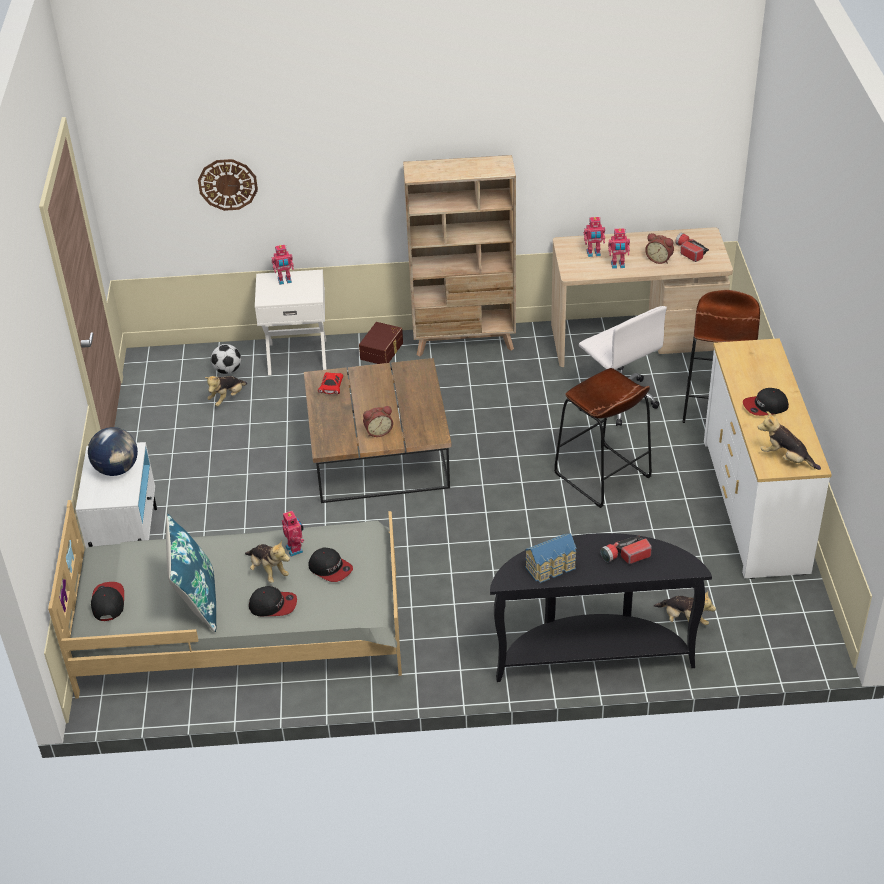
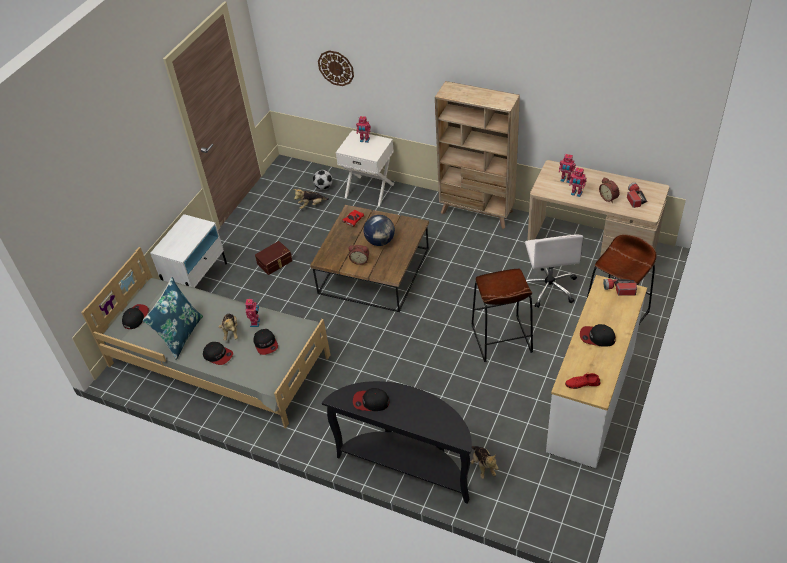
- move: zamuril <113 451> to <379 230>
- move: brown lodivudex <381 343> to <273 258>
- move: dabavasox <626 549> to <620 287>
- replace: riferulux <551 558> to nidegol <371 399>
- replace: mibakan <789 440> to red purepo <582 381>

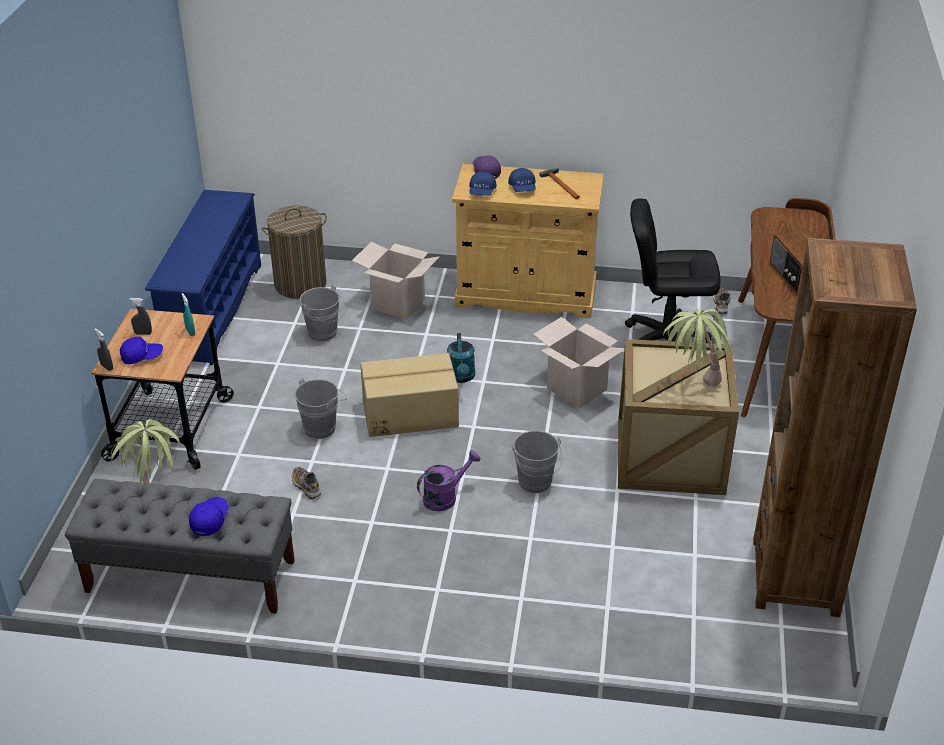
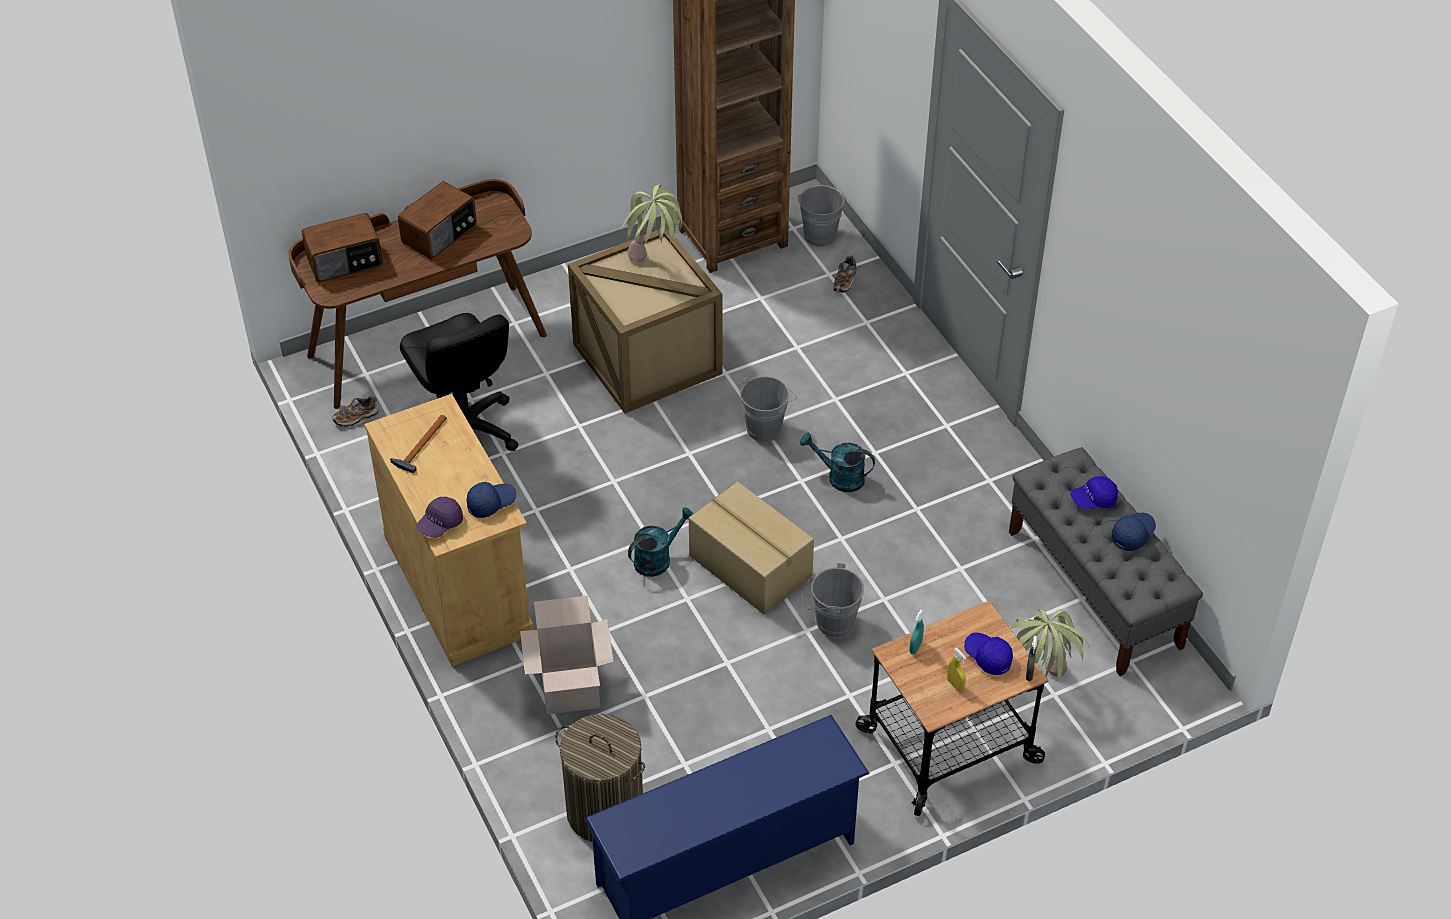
- delete: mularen <578 362>
- insert: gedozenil <342 247>
- move: purepo <306 483> to <845 274>
- move: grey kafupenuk <323 313> to <821 216>
- move: blue nidegol <522 180> to <1134 532>
- recolor: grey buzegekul <140 316> to yellow buzegekul <956 670>
- recolor: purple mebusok <449 480> to turquoise mebusok <837 462>

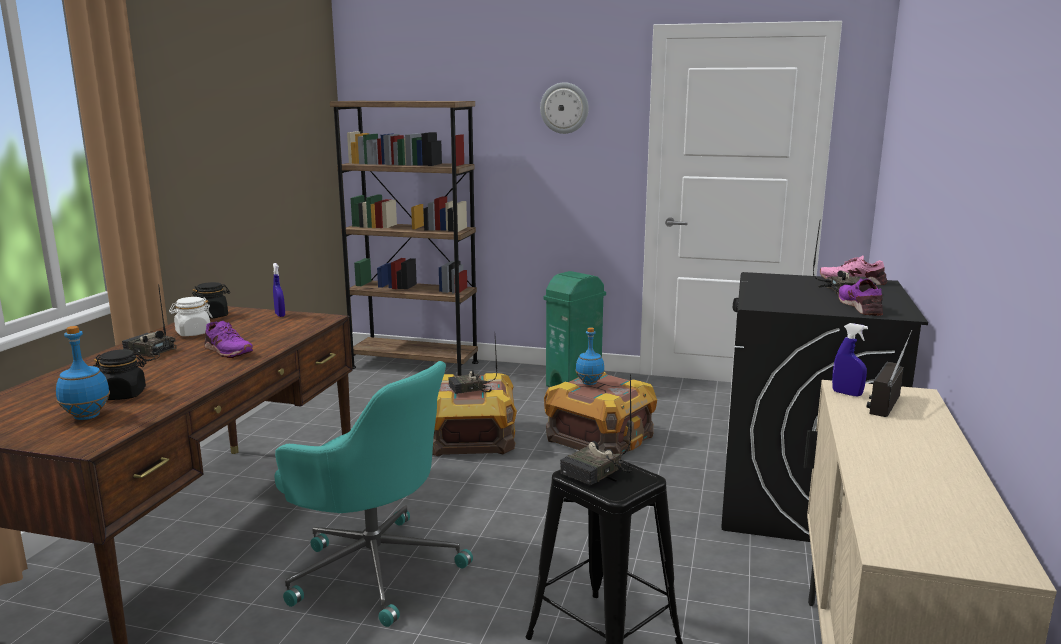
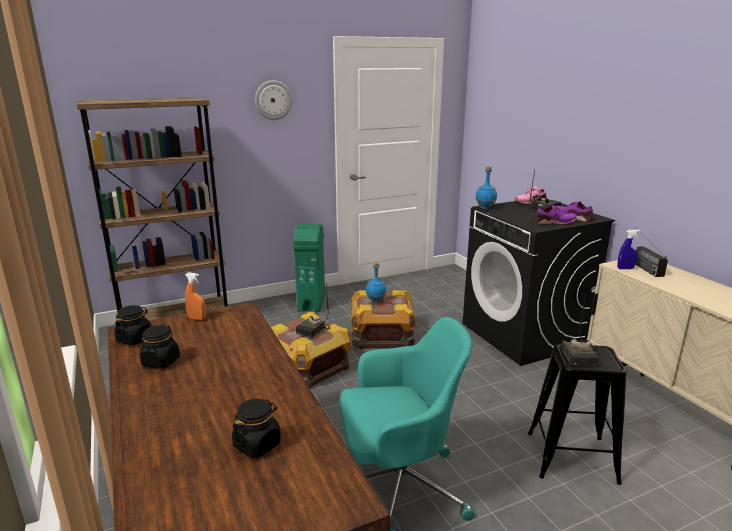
- delete: gedozenil <149 322>
- move: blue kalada <83 373> to <486 187>
- move: purple purepo <229 339> to <554 215>
- recolor: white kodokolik <191 316> to black kodokolik <160 346>
- recolor: blue buzegekul <279 290> to orange buzegekul <195 296>

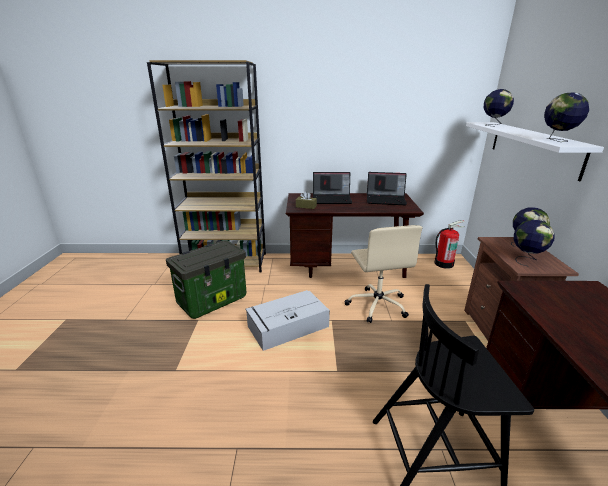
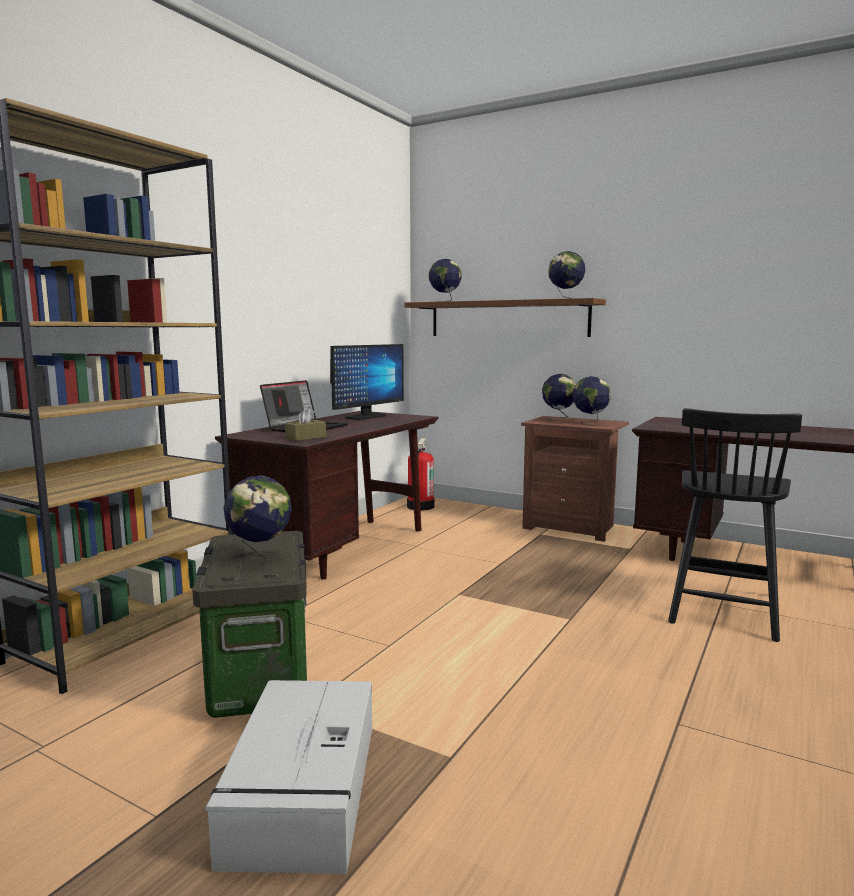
- delete: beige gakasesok <383 274>
- insert: zamuril <257 519>
- move: grey lodivudex <288 320> to <288 777>
- replace: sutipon <387 188> to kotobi <367 382>
- recolor: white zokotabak <535 151> to brown zokotabak <505 317>

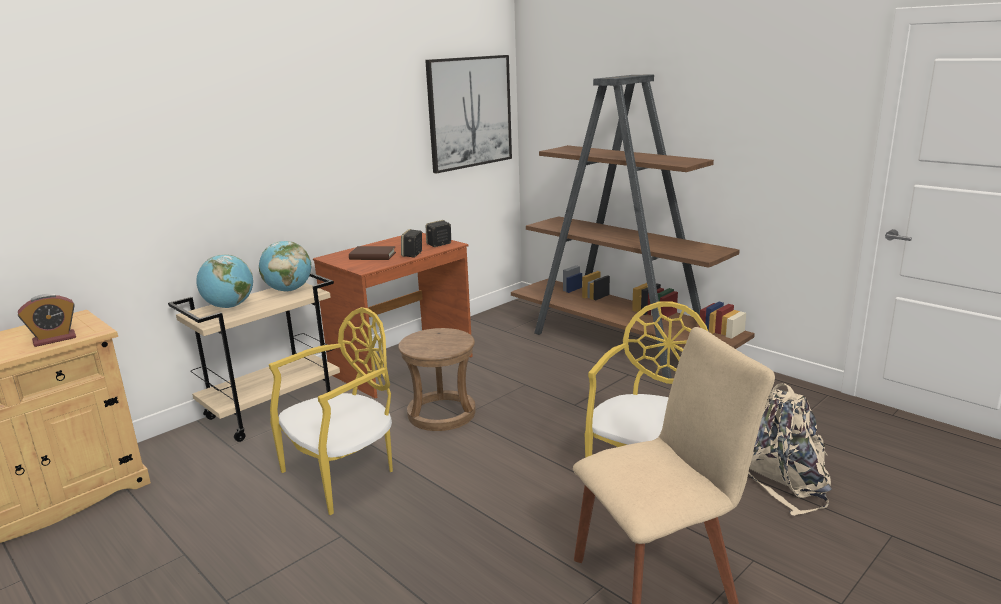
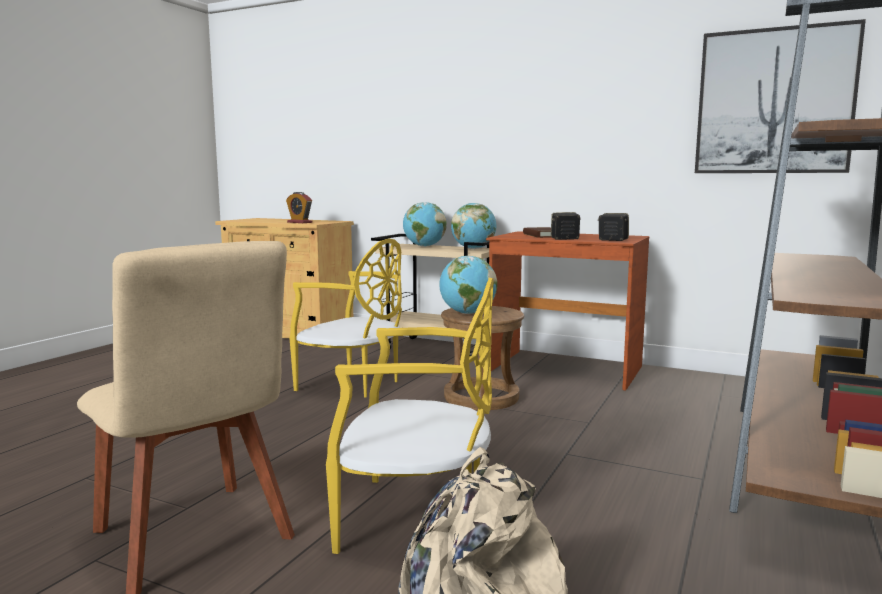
- insert: zamuril <468 285>

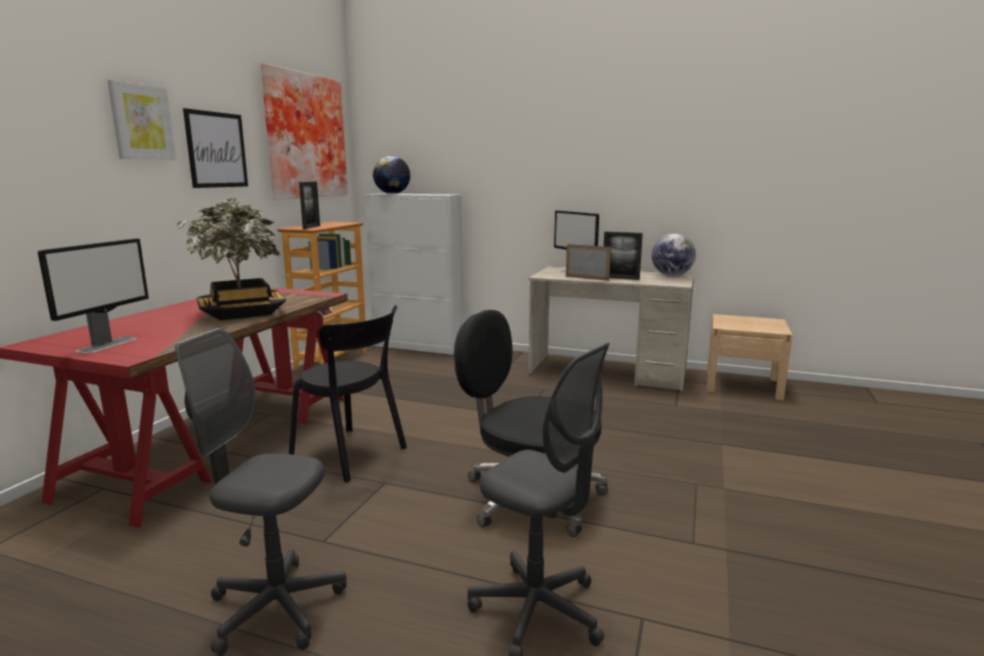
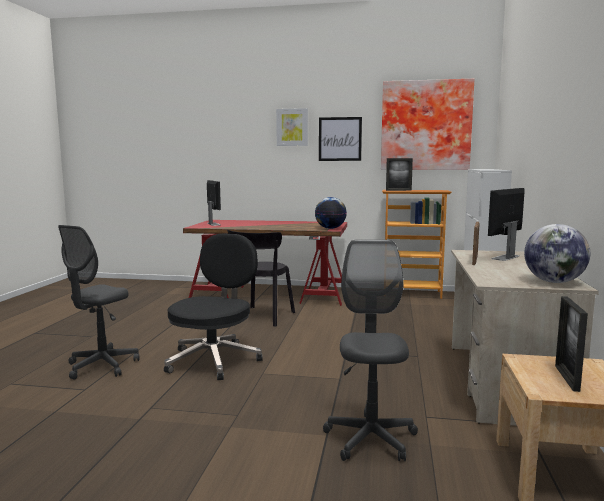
- delete: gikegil <231 259>
- move: grey gakasesok <261 492> to <370 350>
- move: zamuril <391 175> to <331 213>
- move: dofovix <623 256> to <571 344>
- rotate: kotobi <93 296> = <214 203> 120 degrees counterclockwise

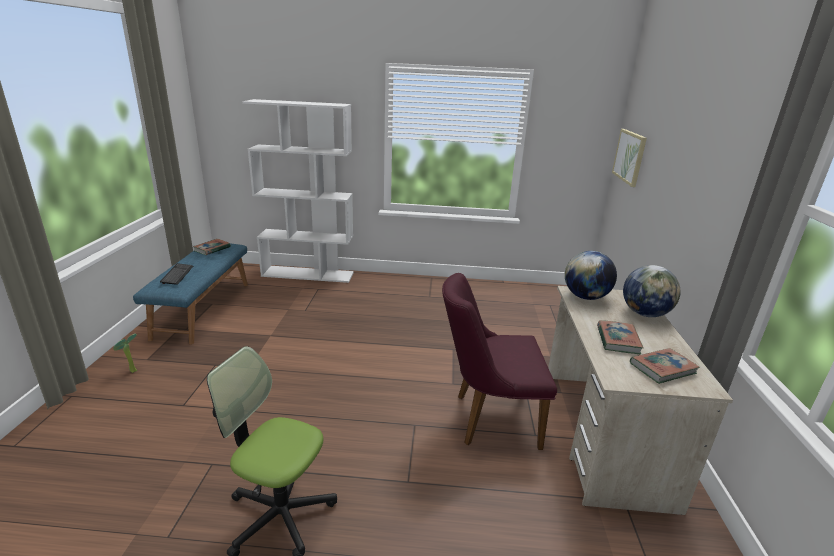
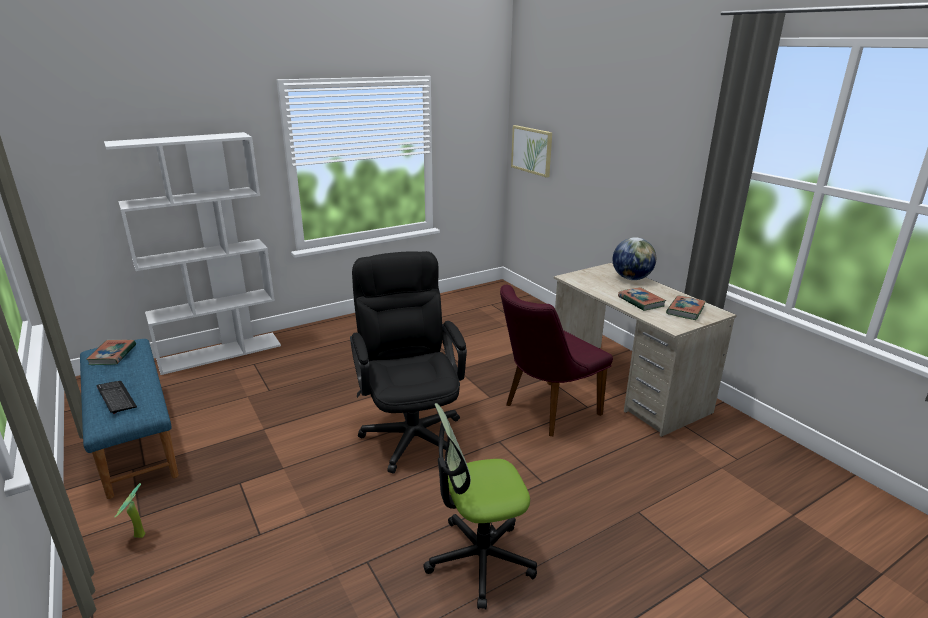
- delete: zamuril <591 275>
- insert: black gakasesok <408 362>

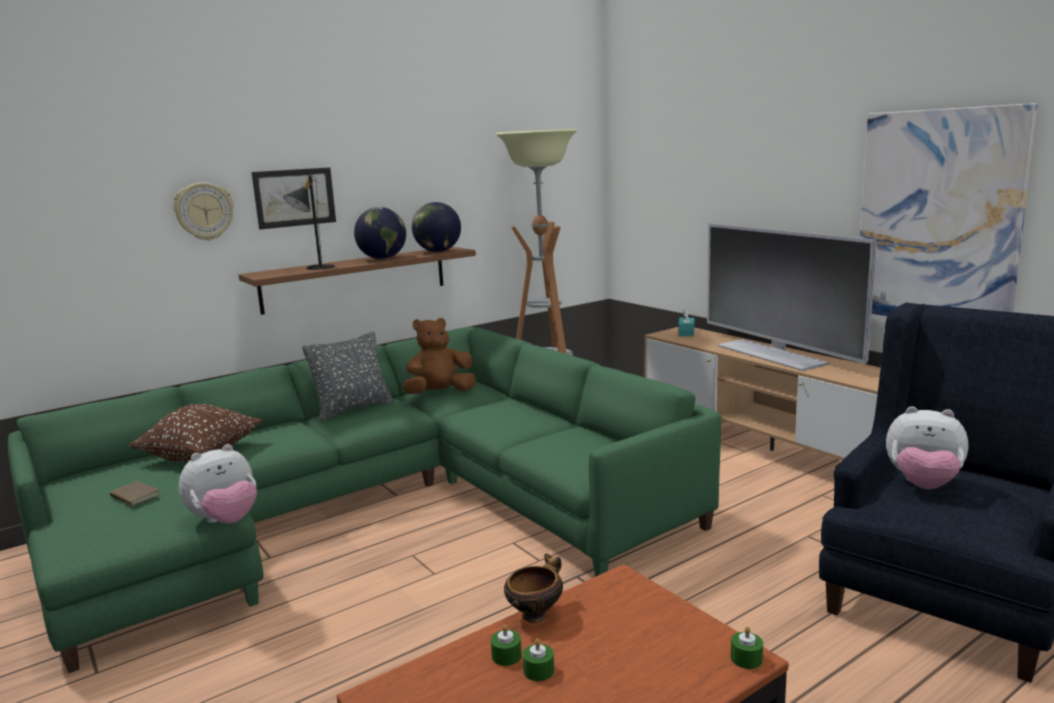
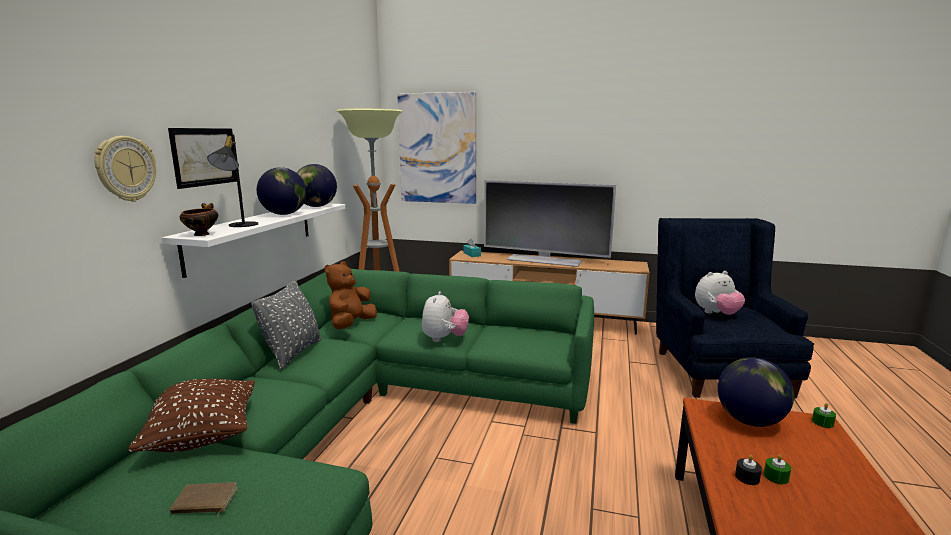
- insert: zamuril <756 392>
- move: mibakan <218 484> to <445 316>
- move: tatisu <533 588> to <199 219>
- move: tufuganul <949 209> to <436 148>
- recolor: brown zokotabak <357 281> to white zokotabak <253 240>
- recolor: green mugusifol <506 645> to black mugusifol <748 470>

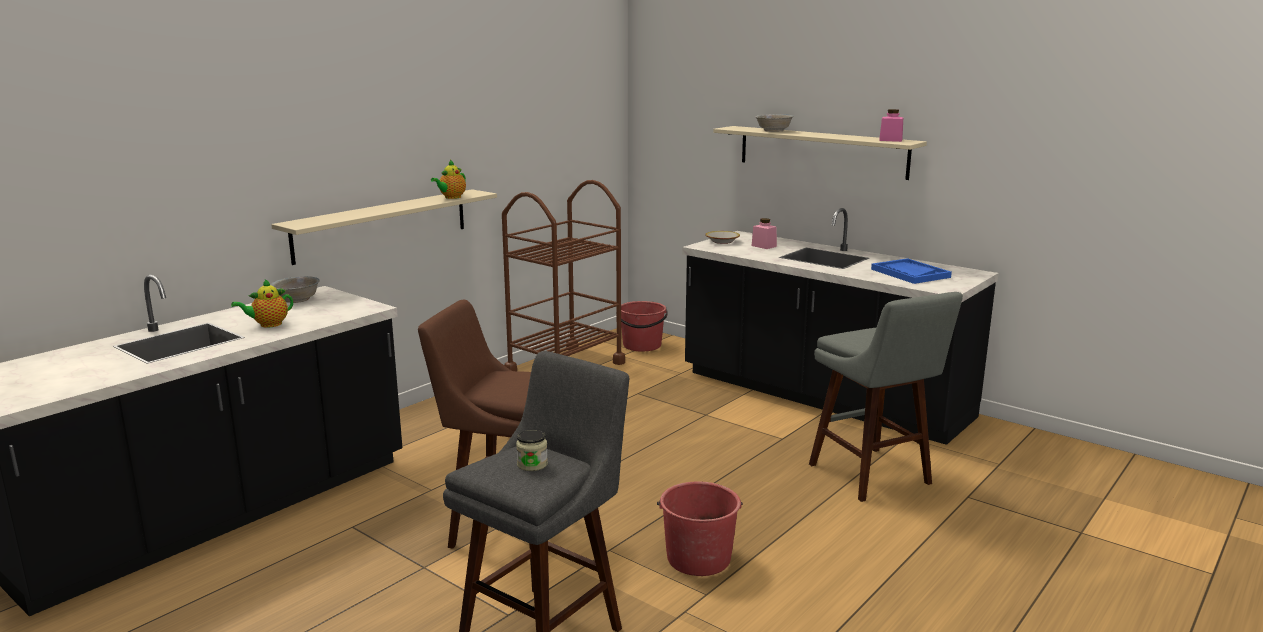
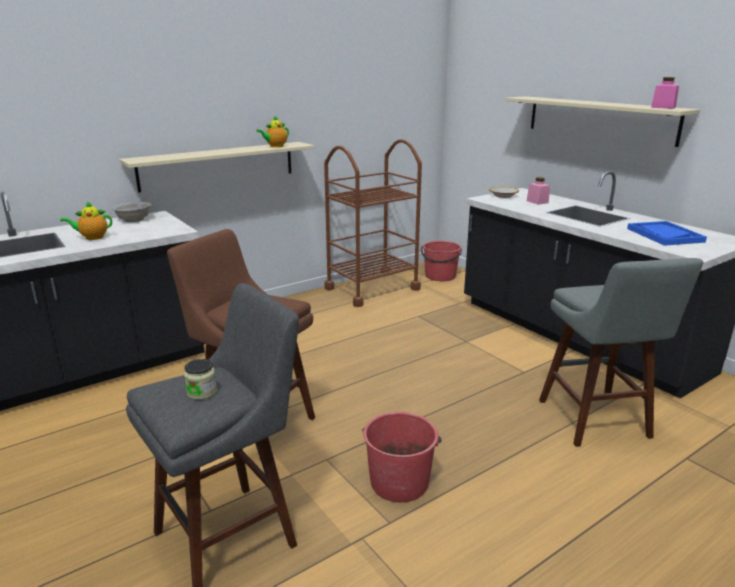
- delete: white tatisu <775 123>

